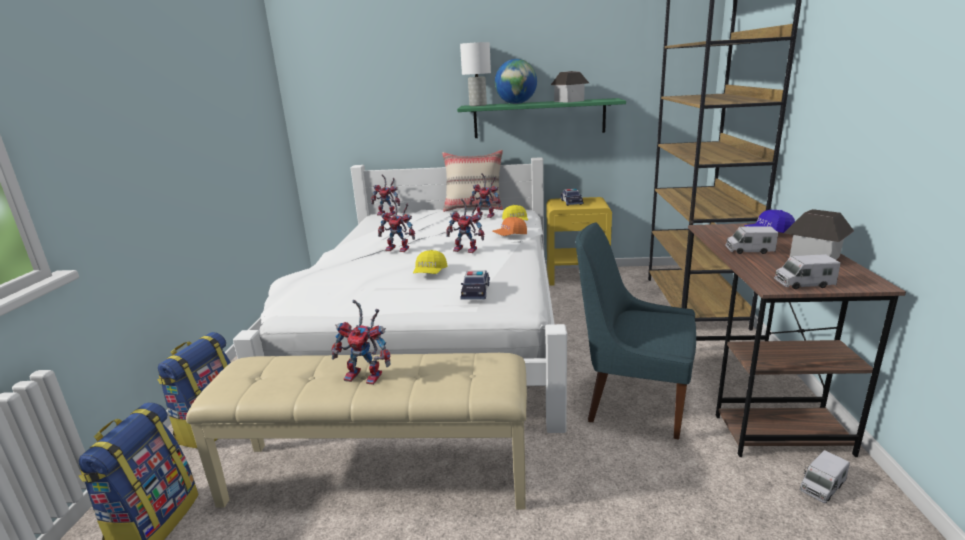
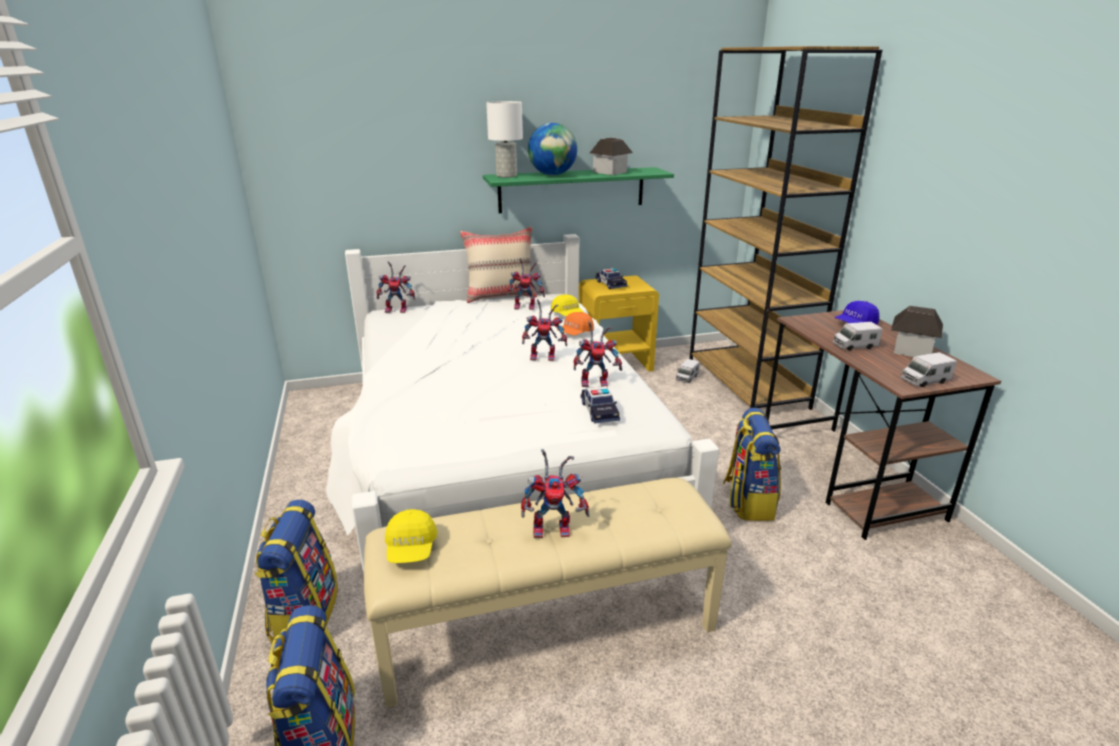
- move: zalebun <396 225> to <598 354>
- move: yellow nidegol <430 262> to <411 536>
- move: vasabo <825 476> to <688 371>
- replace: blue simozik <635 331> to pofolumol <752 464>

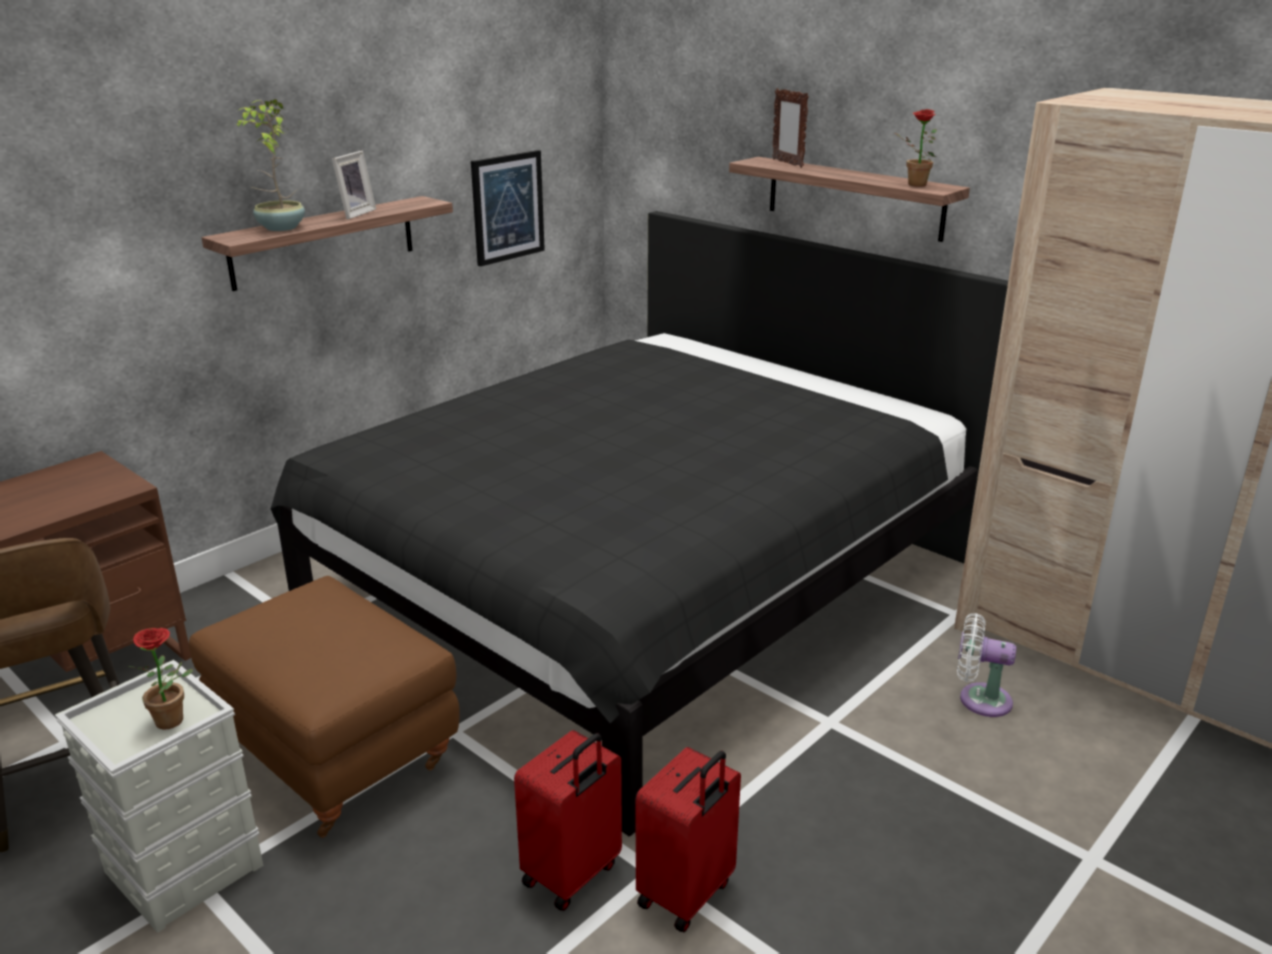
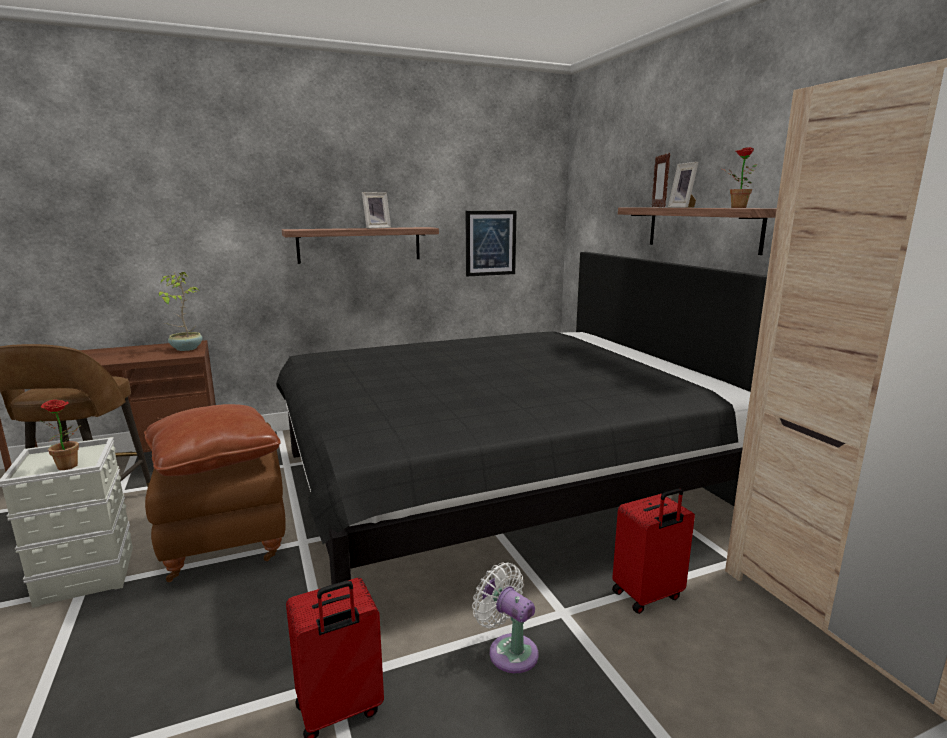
- insert: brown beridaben <212 440>
- insert: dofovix <683 185>
- move: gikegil <270 165> to <180 311>
- move: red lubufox <568 820> to <653 551>
- move: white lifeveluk <986 665> to <505 617>

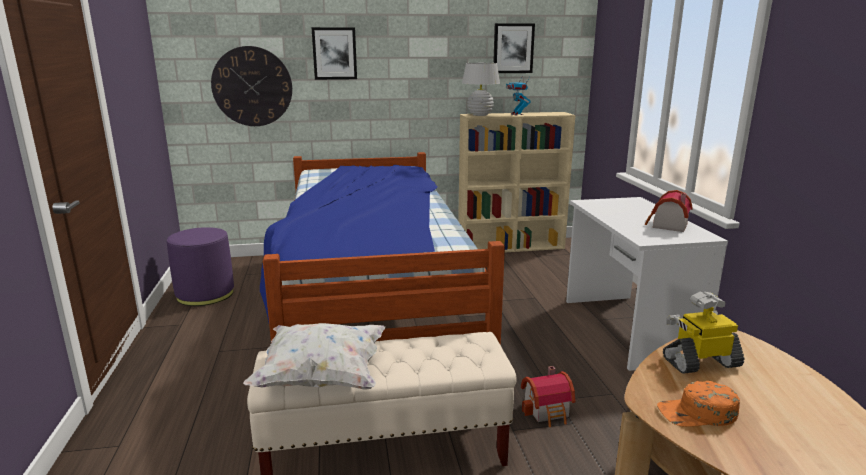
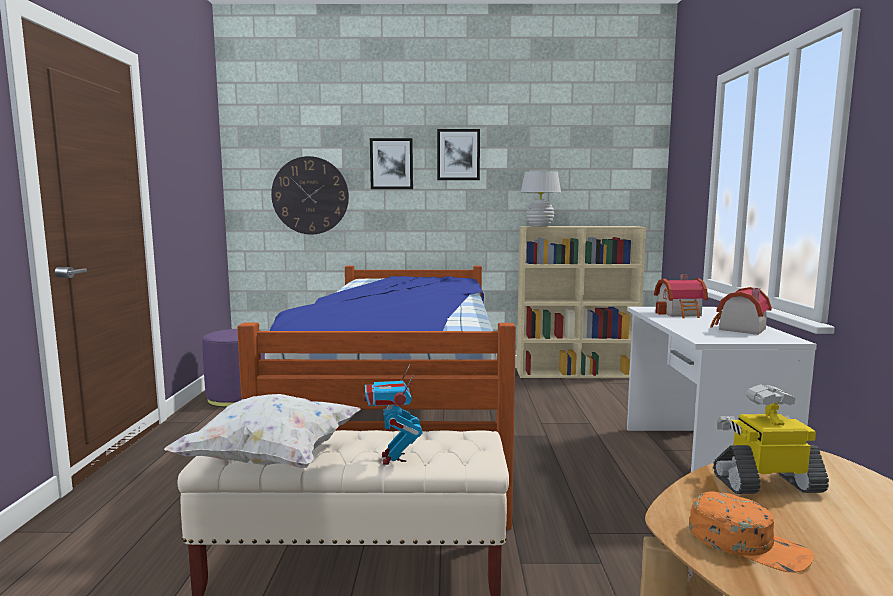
- move: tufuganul <514 48> to <458 154>
- move: zalebun <518 96> to <393 414>
- move: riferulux <548 396> to <681 296>
- rotate: orange nidegol <698 404> = <751 531> 150 degrees counterclockwise

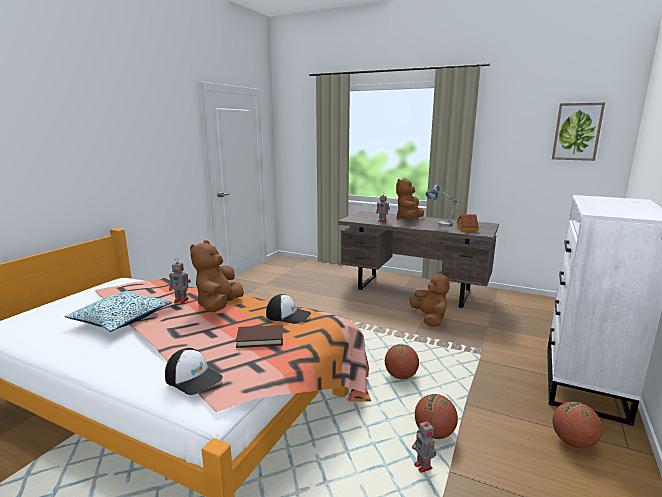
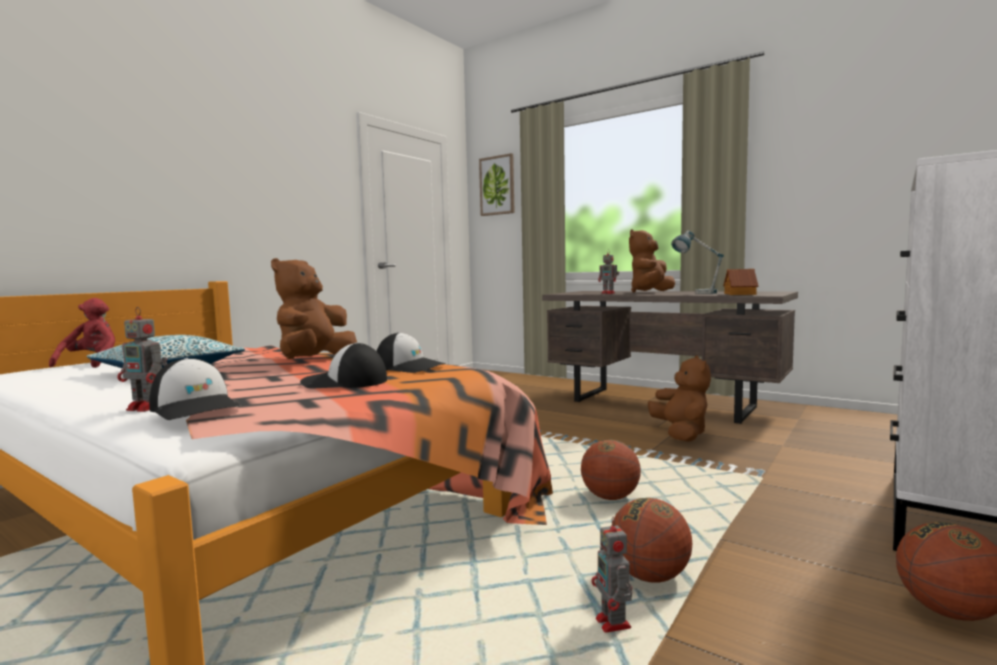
- insert: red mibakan <82 333>
- move: zalebun <180 281> to <142 359>
- move: tufuganul <578 132> to <497 184>
- replace: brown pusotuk <259 336> to nidegol <343 366>

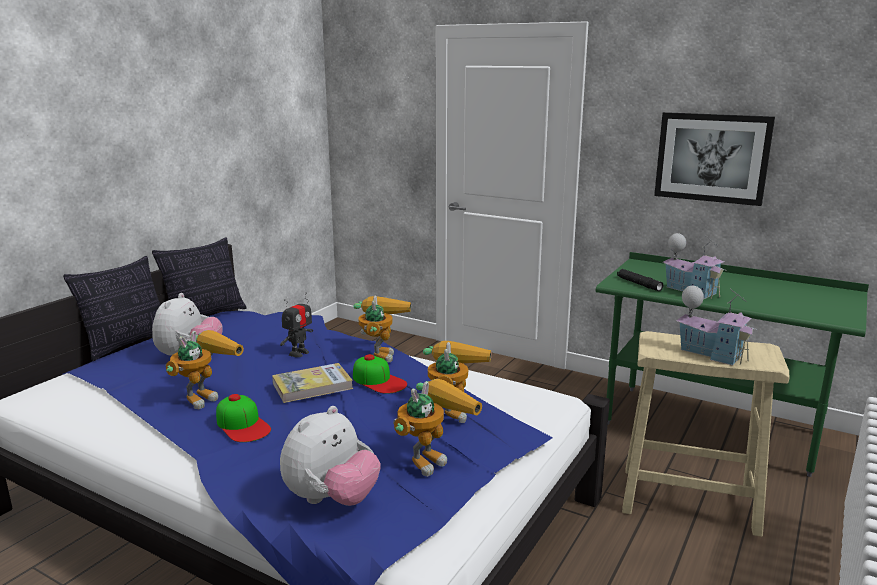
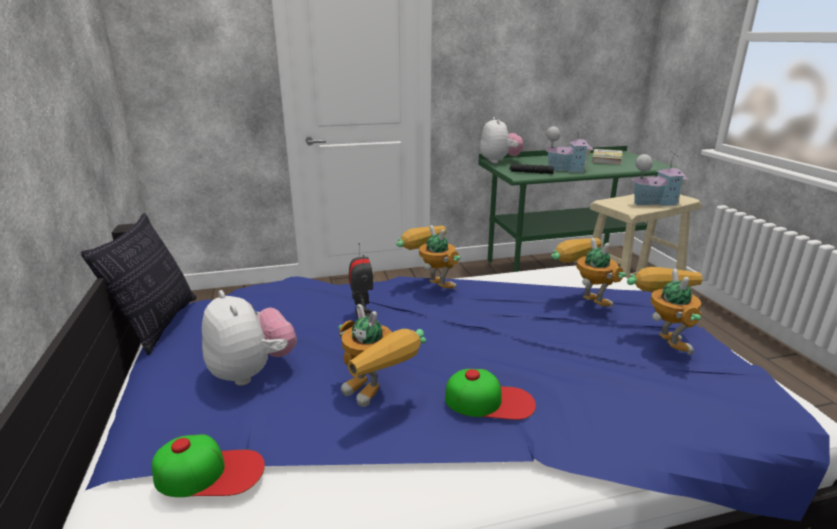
- delete: beridaben <111 308>
- delete: tufuganul <714 159>
- move: pusotuk <312 383> to <607 157>
- move: mibakan <330 456> to <501 140>
- move: nidegol <380 374> to <208 465>
- rotate: zalebun <204 369> = <382 355> 150 degrees clockwise

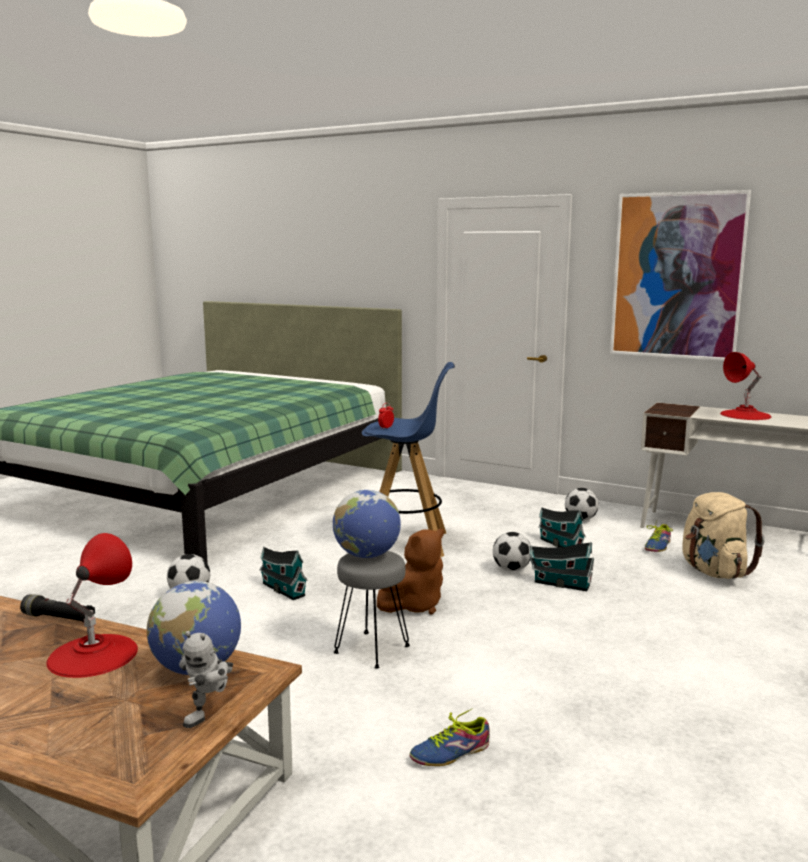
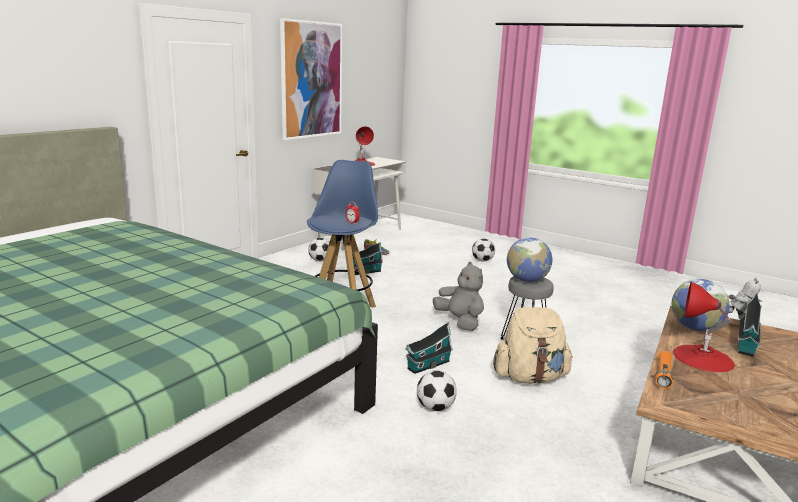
- delete: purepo <449 737>
- move: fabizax <512 551> to <483 250>
- move: riferulux <562 566> to <750 325>
- move: beige pofolumol <723 535> to <533 345>
- recolor: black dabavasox <57 608> to orange dabavasox <664 370>
- recolor: brown mibakan <410 571> to grey mibakan <458 296>

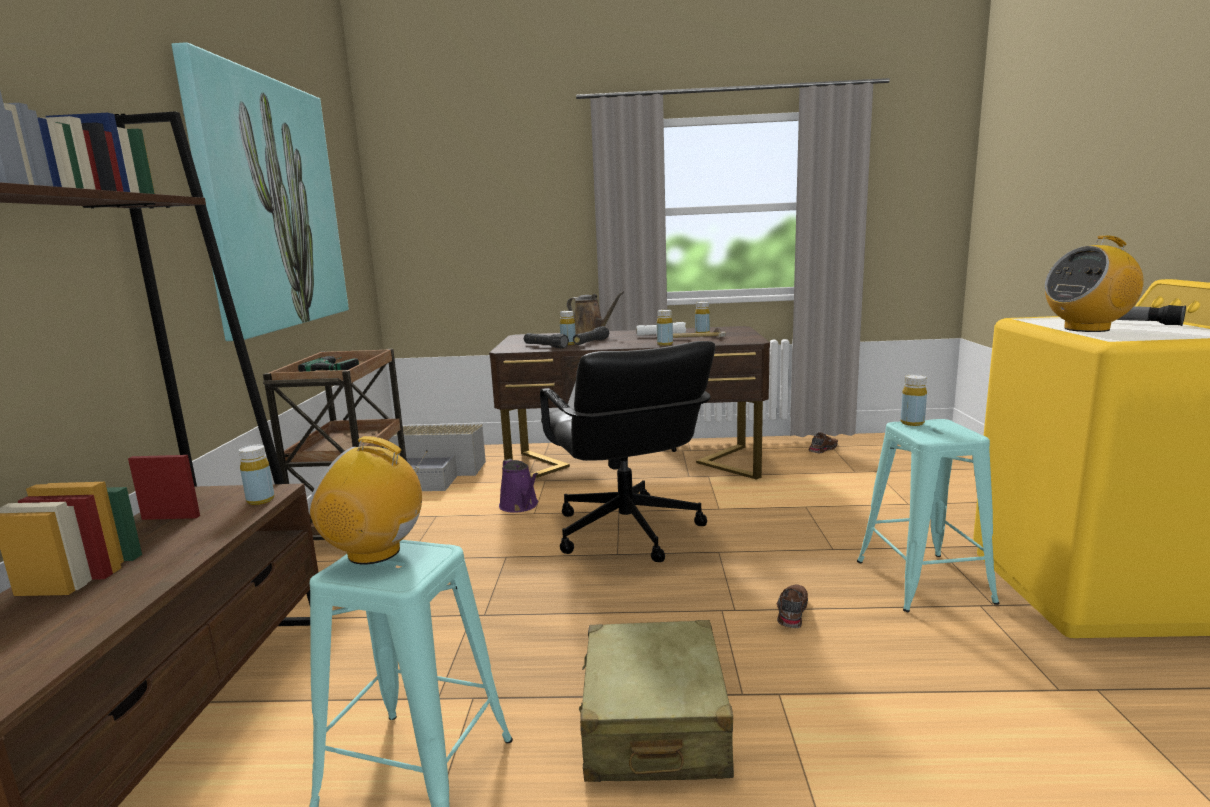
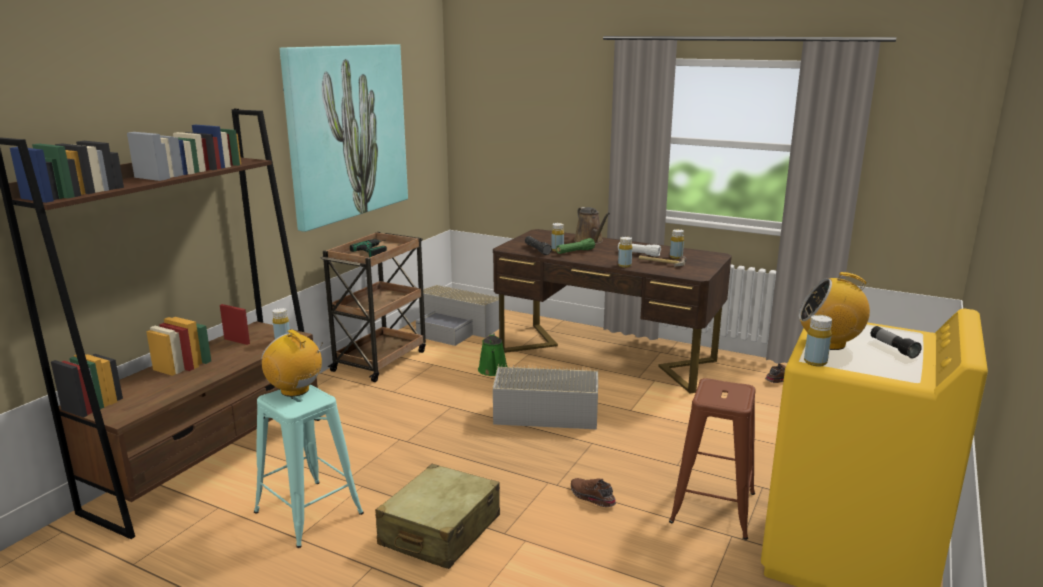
- move: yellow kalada <913 400> to <818 341>
- replace: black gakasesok <627 451> to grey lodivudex <545 396>
- recolor: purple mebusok <518 486> to green mebusok <493 354>
- recolor: black dabavasox <591 335> to green dabavasox <575 246>
- recolor: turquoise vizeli <928 515> to brown vizeli <712 459>
- rotate: brown purepo <792 606> = <593 492> 90 degrees counterclockwise

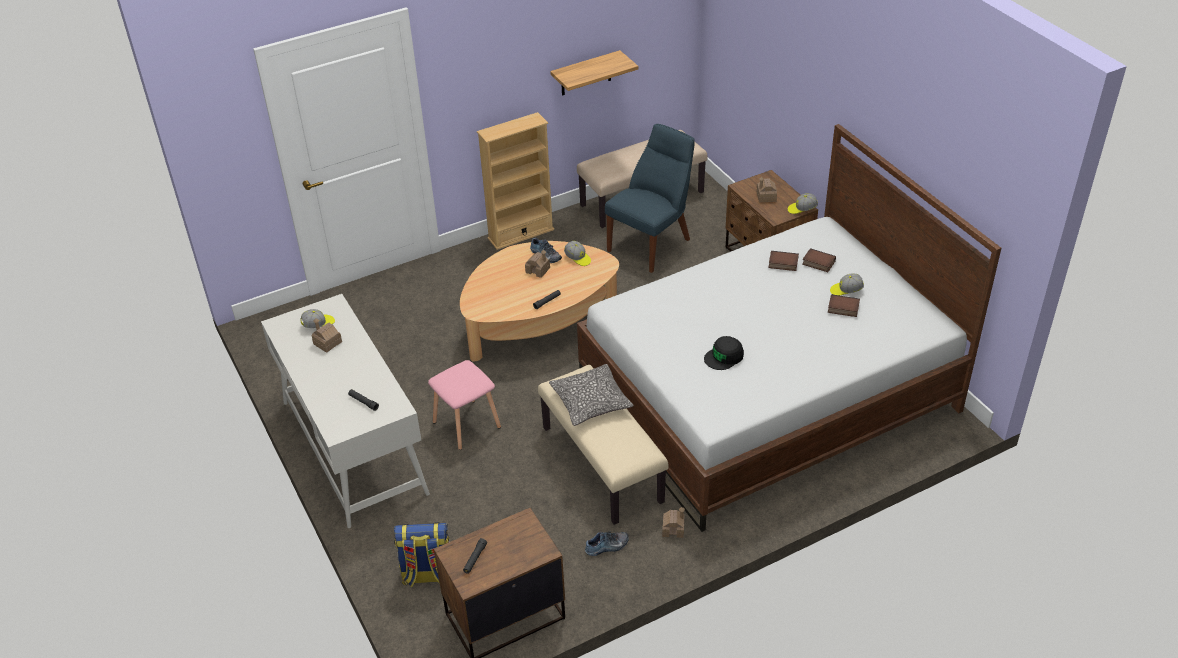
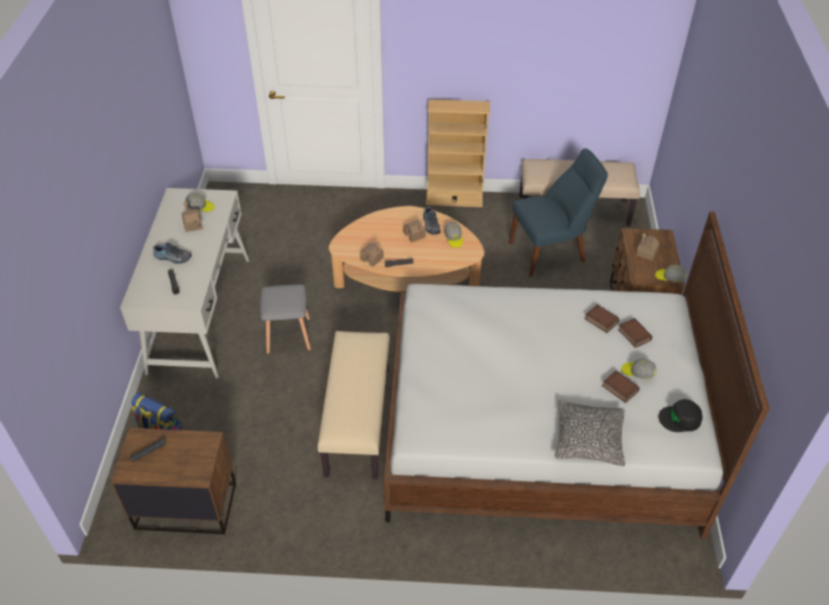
- delete: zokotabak <594 73>
- move: beridaben <591 395> to <590 433>
- move: purepo <607 543> to <172 253>
- move: riferulux <673 522> to <372 254>
- move: black nidegol <724 353> to <680 415>
- recolor: pink vizeli <464 405> to grey vizeli <285 319>

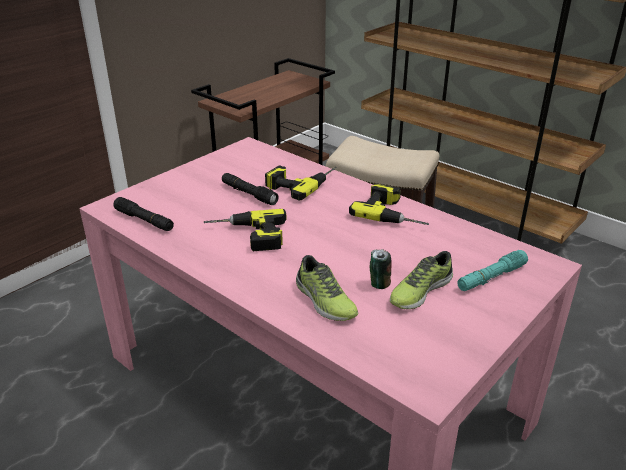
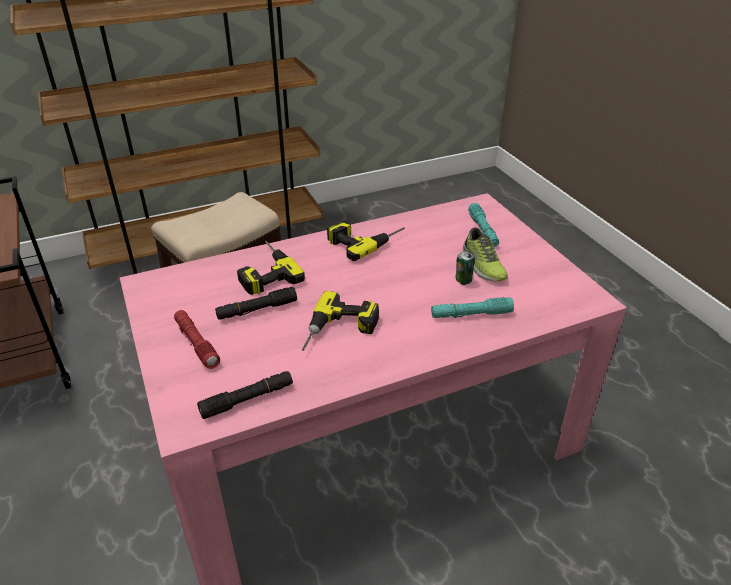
- insert: red dabavasox <197 339>
- replace: purepo <327 288> to turquoise dabavasox <472 307>

